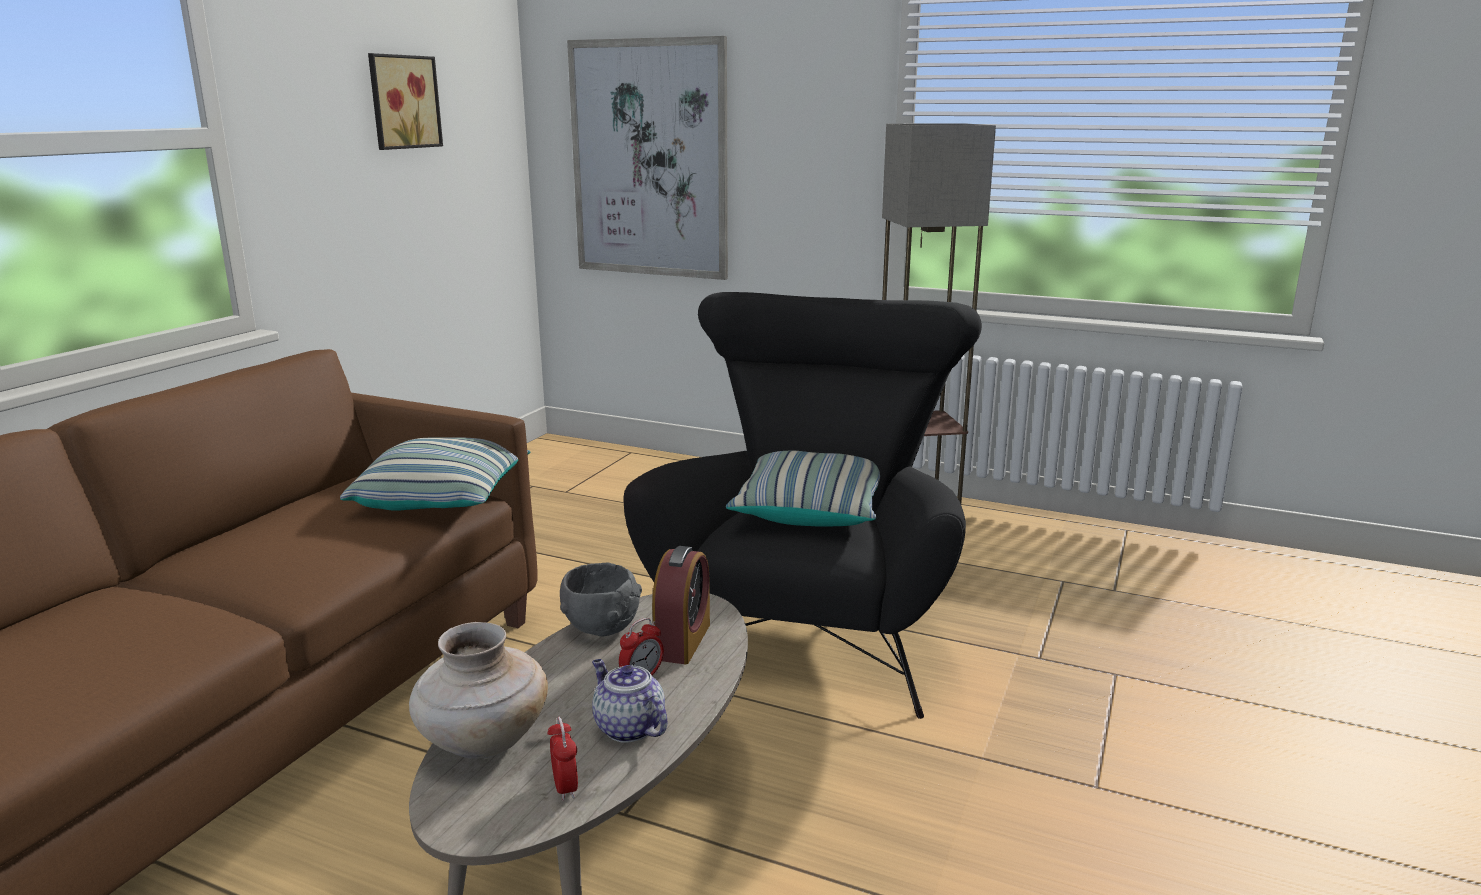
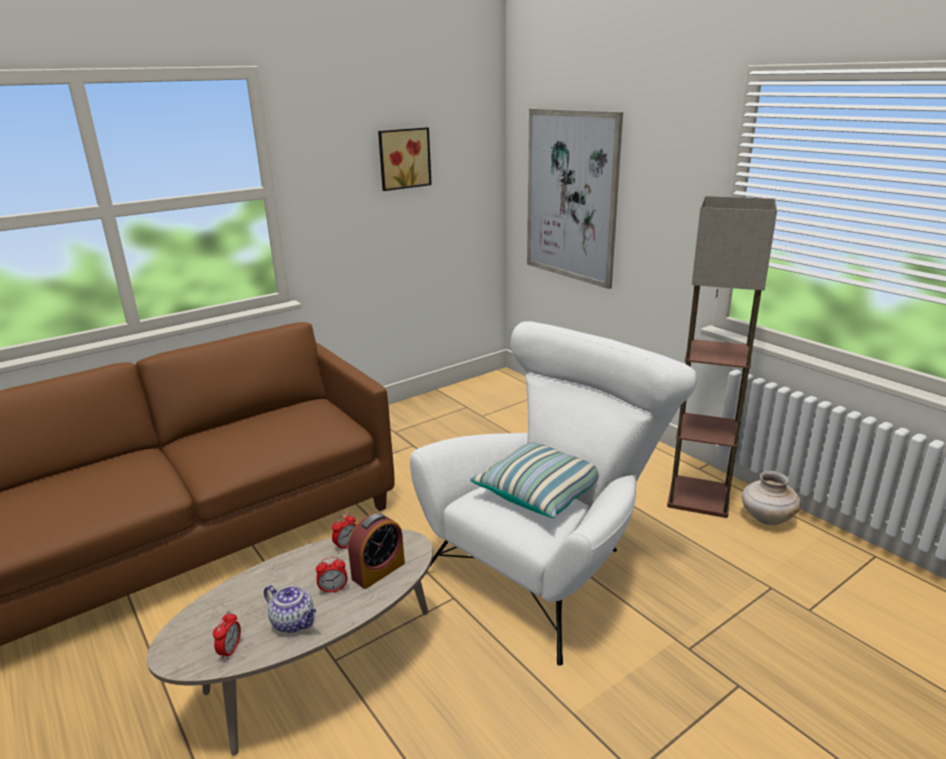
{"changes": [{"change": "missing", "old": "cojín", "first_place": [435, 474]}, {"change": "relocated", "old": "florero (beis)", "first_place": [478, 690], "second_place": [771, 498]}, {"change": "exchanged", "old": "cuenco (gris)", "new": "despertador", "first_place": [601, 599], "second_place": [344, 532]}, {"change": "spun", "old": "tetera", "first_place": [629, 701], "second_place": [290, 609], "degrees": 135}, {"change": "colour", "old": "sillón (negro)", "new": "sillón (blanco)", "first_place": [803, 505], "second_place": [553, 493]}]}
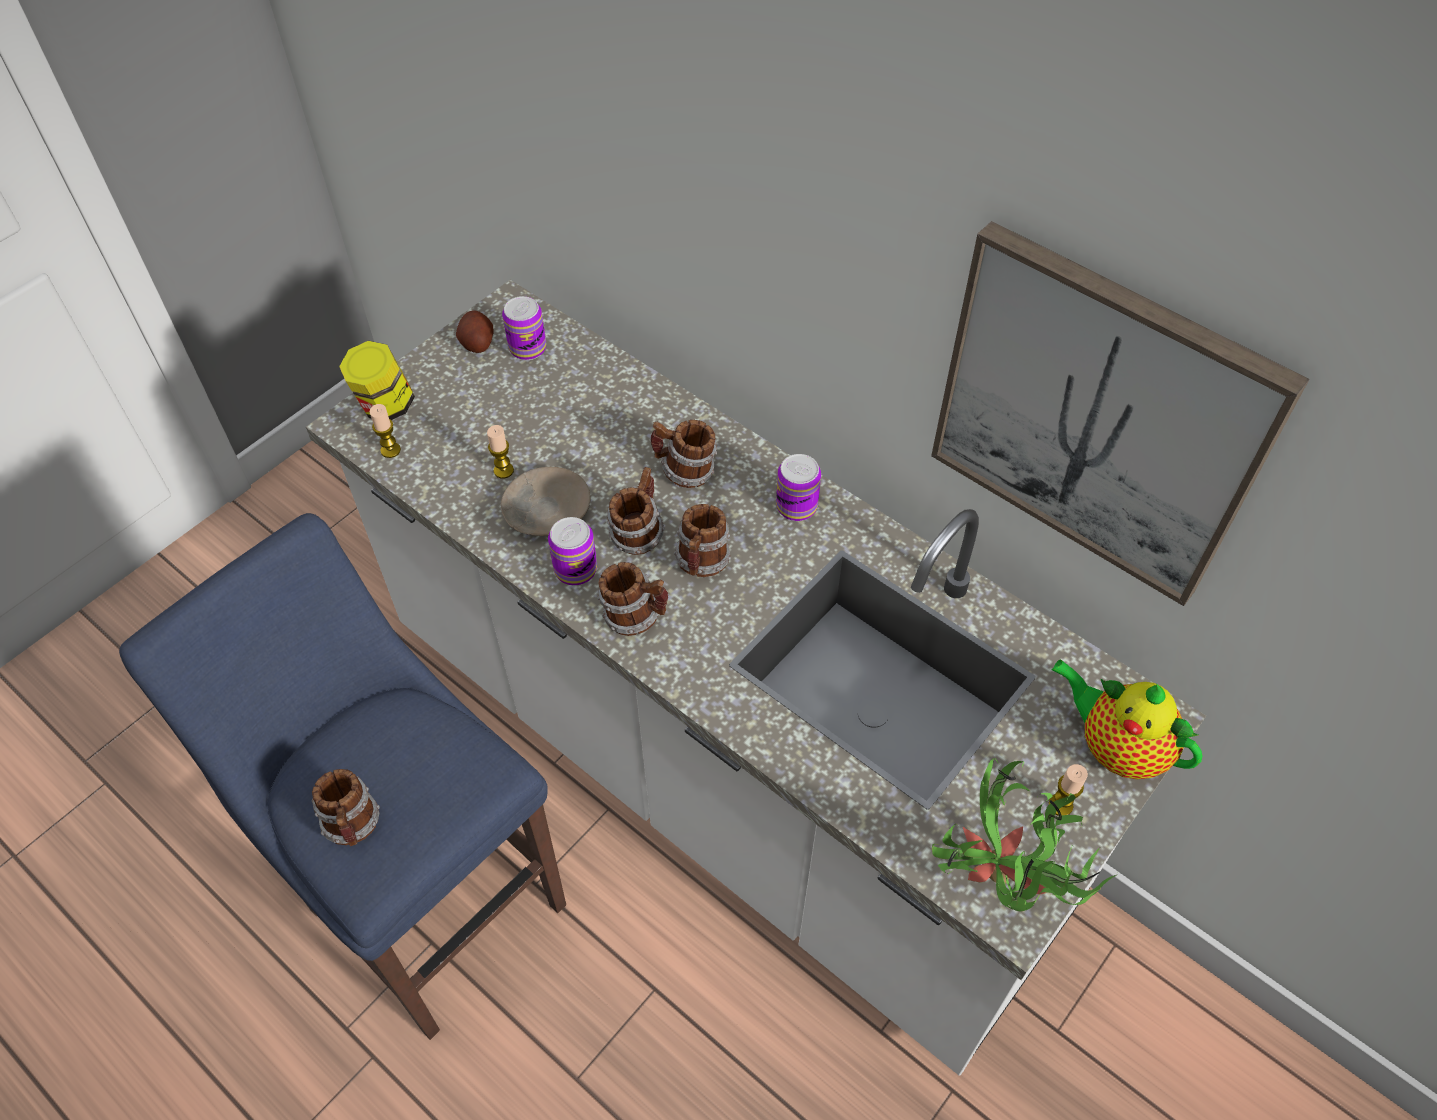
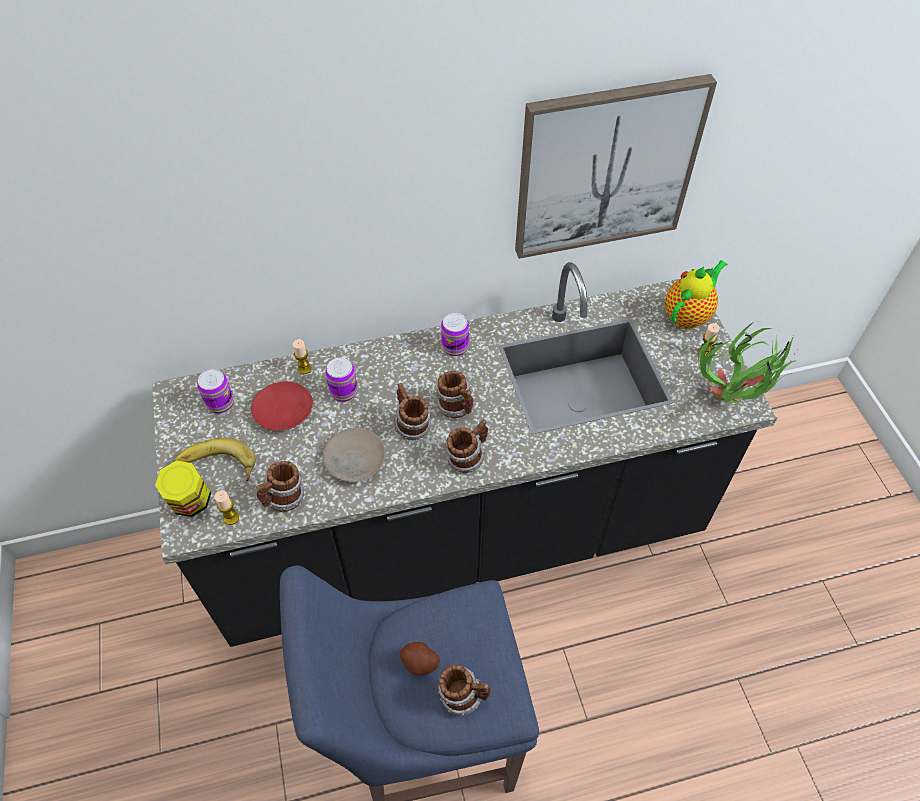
{"changes": [{"change": "colour", "old": "mueble bajo de cocina (blanco)", "new": "mueble bajo de cocina (negro)", "first_place": [756, 678], "second_place": [464, 454]}, {"change": "relocated", "old": "patata", "first_place": [475, 332], "second_place": [420, 658]}, {"change": "relocated", "old": "vela", "first_place": [500, 452], "second_place": [302, 356]}, {"change": "relocated", "old": "lata", "first_place": [572, 551], "second_place": [341, 380]}, {"change": "relocated", "old": "taza grande", "first_place": [684, 454], "second_place": [280, 486]}, {"change": "spun", "old": "tetera", "first_place": [1126, 719], "second_place": [696, 294], "degrees": 150}, {"change": "appeared", "new": "plátano", "second_place": [215, 459]}, {"change": "appeared", "new": "plato (rojo)", "second_place": [282, 406]}]}
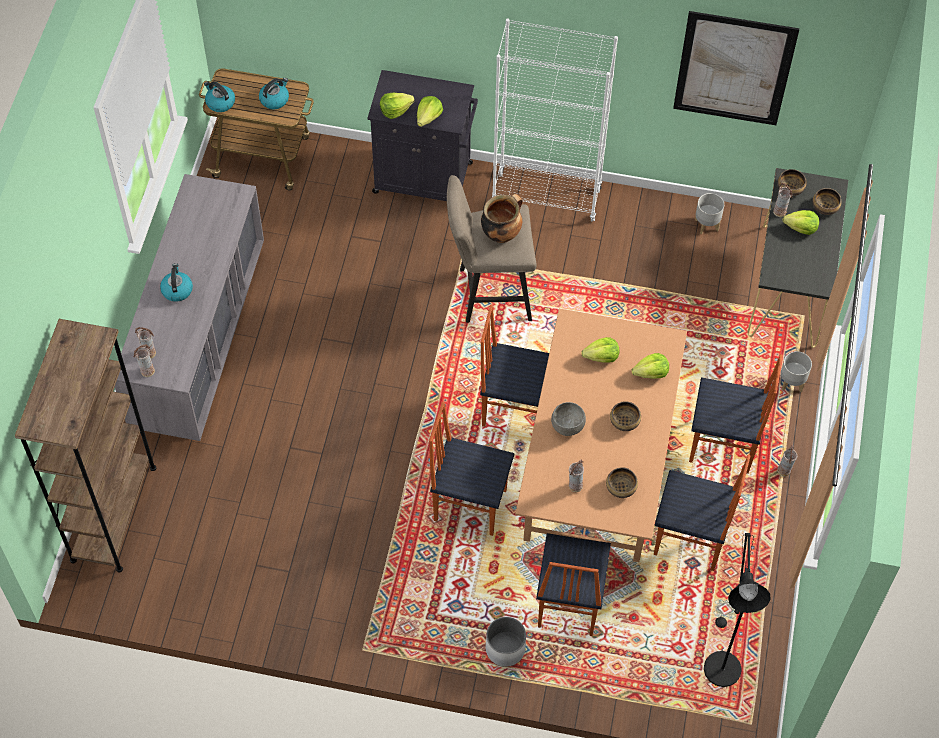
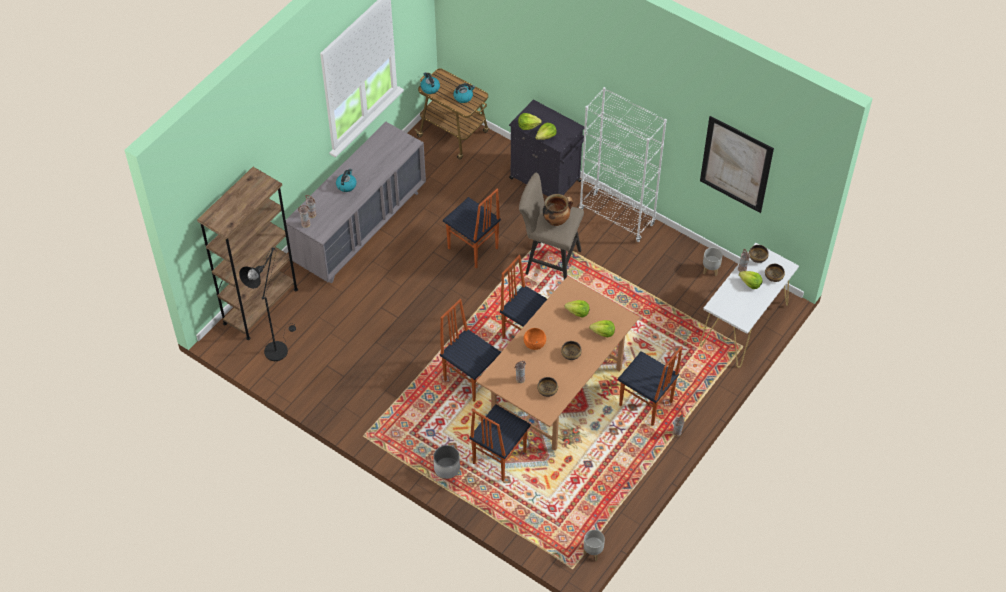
{"changes": [{"change": "colour", "old": "cuenco (gris)", "new": "cuenco (naranja)", "first_place": [568, 419], "second_place": [535, 339]}, {"change": "relocated", "old": "silla", "first_place": [702, 513], "second_place": [472, 228]}, {"change": "relocated", "old": "lámpara de pie (negro)", "first_place": [737, 610], "second_place": [267, 304]}, {"change": "colour", "old": "mesa consola (negro)", "new": "mesa consola (blanco)", "first_place": [797, 258], "second_place": [749, 305]}, {"change": "relocated", "old": "maceta (gris)", "first_place": [796, 371], "second_place": [594, 545]}]}
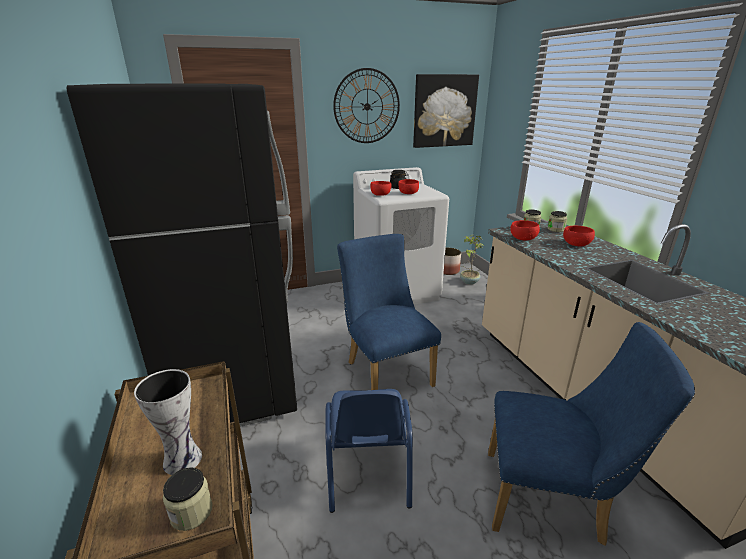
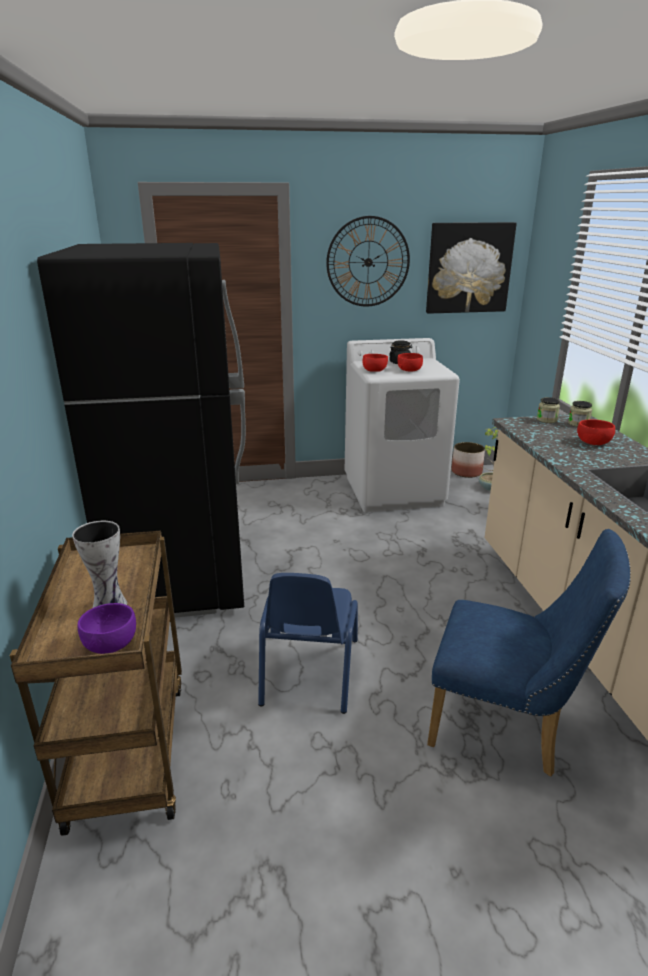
{"changes": [{"change": "exchanged", "old": "tarro", "new": "cuenco (morado)", "first_place": [187, 499], "second_place": [106, 628]}, {"change": "missing", "old": "silla (azul)", "first_place": [389, 312]}, {"change": "missing", "old": "cuenco (rojo)", "first_place": [525, 230]}]}
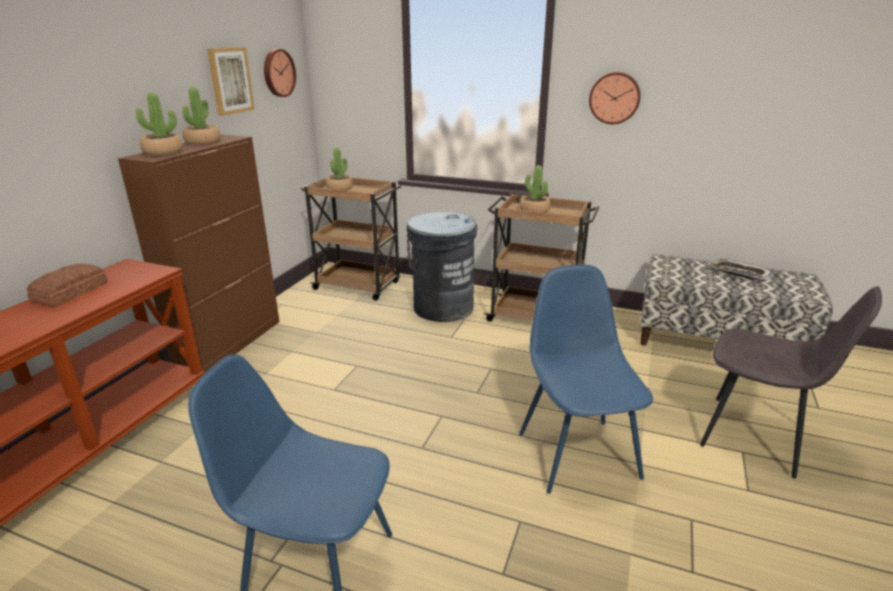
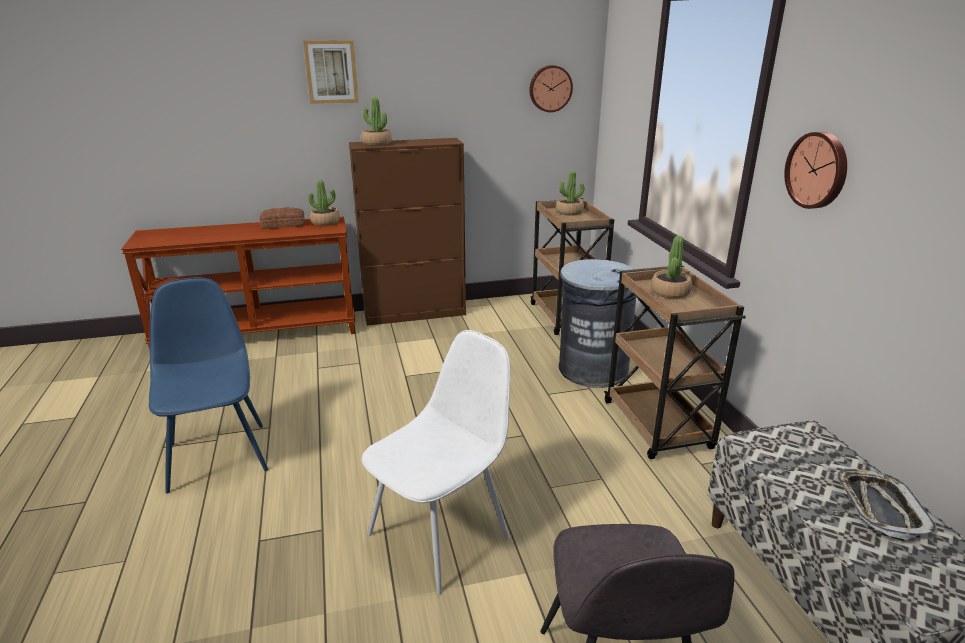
{"changes": [{"change": "relocated", "old": "planta en maceta", "first_place": [202, 116], "second_place": [324, 202]}, {"change": "relocated", "old": "cuadro", "first_place": [231, 81], "second_place": [330, 72]}, {"change": "colour", "old": "silla (azul)", "new": "silla (blanco)", "first_place": [586, 379], "second_place": [436, 462]}]}
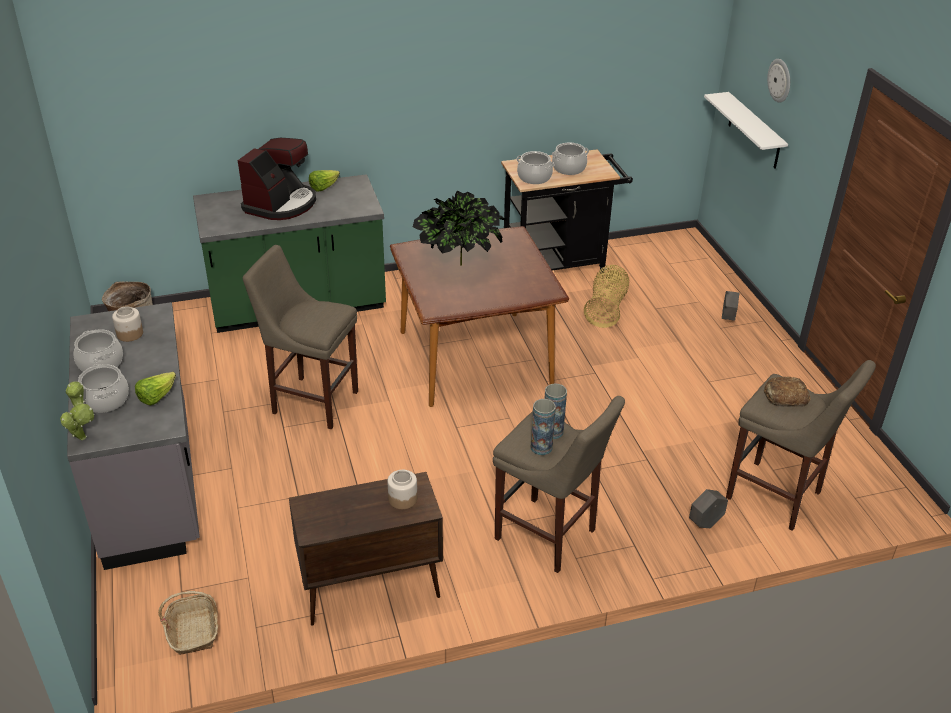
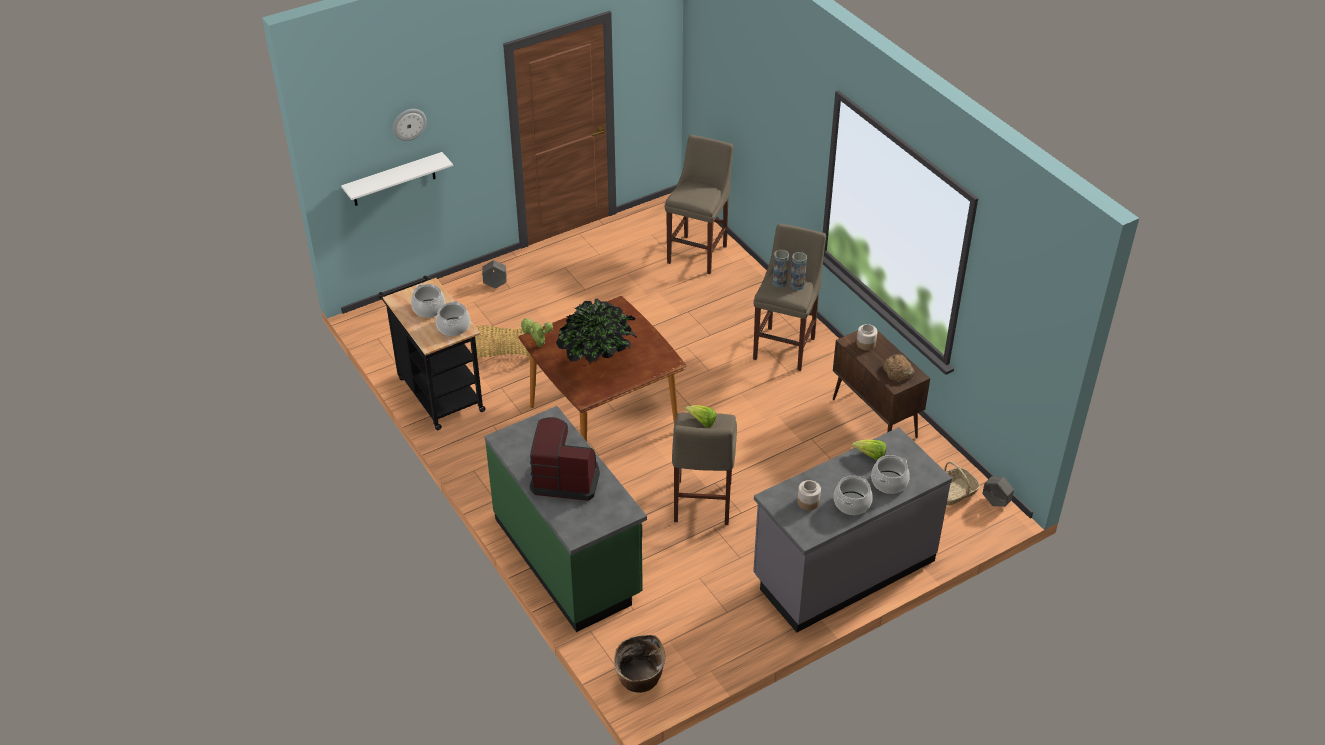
{"changes": [{"change": "relocated", "old": "planta en maceta", "first_place": [77, 410], "second_place": [536, 332]}, {"change": "relocated", "old": "lechuga", "first_place": [324, 180], "second_place": [700, 416]}, {"change": "relocated", "old": "maceta (gris)", "first_place": [708, 508], "second_place": [998, 491]}, {"change": "relocated", "old": "pan", "first_place": [787, 392], "second_place": [899, 368]}]}
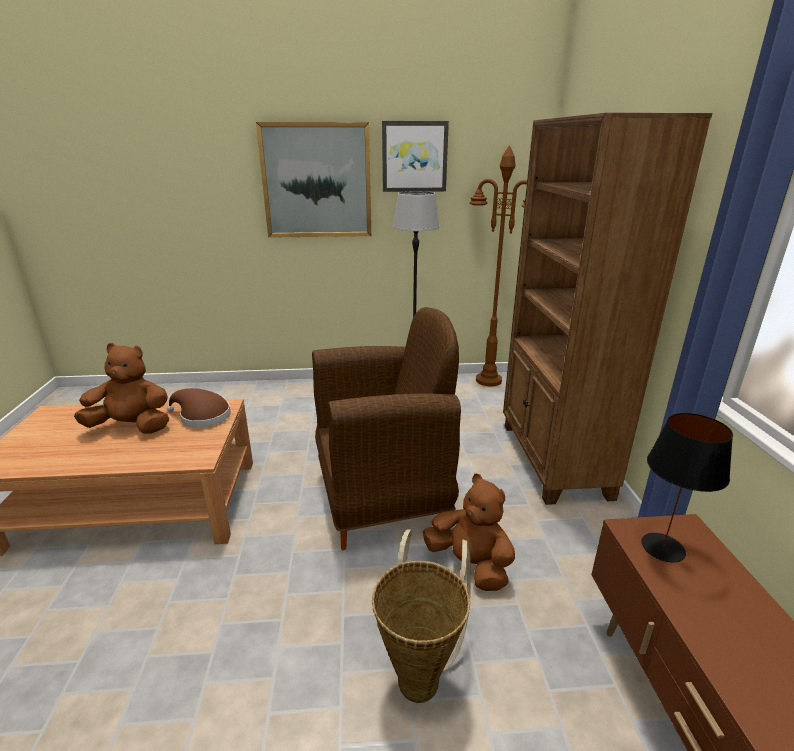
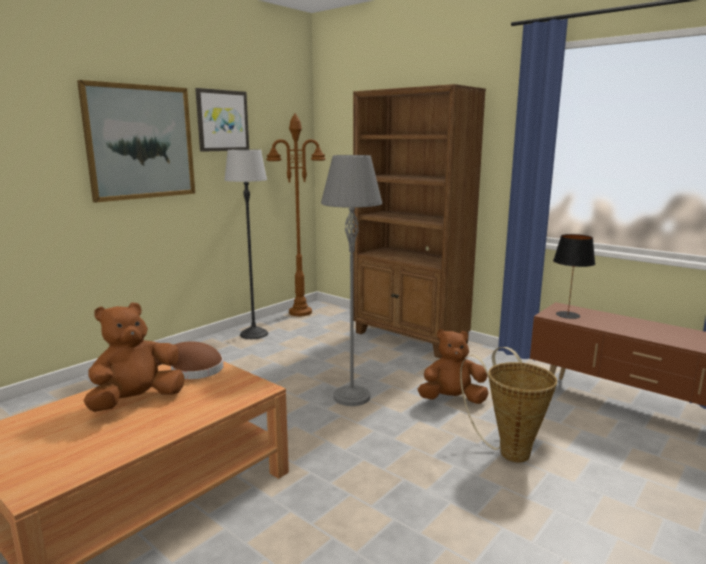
{"changes": [{"change": "exchanged", "old": "sillón (marrón)", "new": "lámpara de pie (gris)", "first_place": [386, 429], "second_place": [351, 280]}]}
